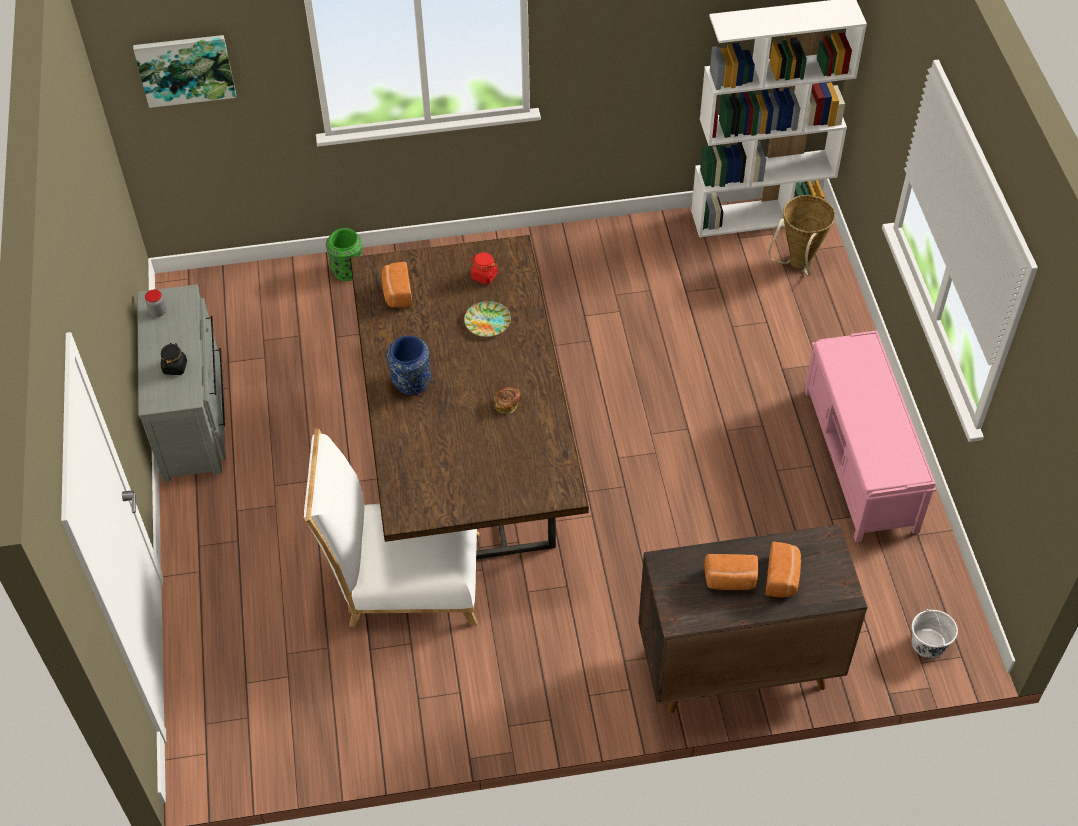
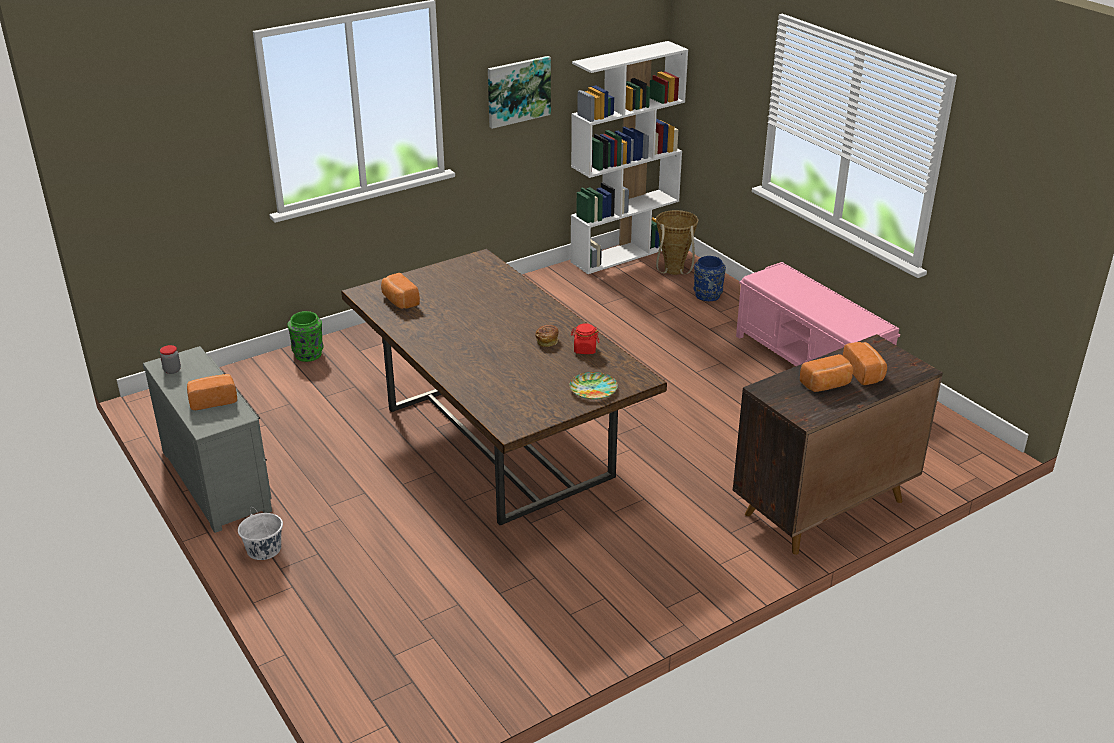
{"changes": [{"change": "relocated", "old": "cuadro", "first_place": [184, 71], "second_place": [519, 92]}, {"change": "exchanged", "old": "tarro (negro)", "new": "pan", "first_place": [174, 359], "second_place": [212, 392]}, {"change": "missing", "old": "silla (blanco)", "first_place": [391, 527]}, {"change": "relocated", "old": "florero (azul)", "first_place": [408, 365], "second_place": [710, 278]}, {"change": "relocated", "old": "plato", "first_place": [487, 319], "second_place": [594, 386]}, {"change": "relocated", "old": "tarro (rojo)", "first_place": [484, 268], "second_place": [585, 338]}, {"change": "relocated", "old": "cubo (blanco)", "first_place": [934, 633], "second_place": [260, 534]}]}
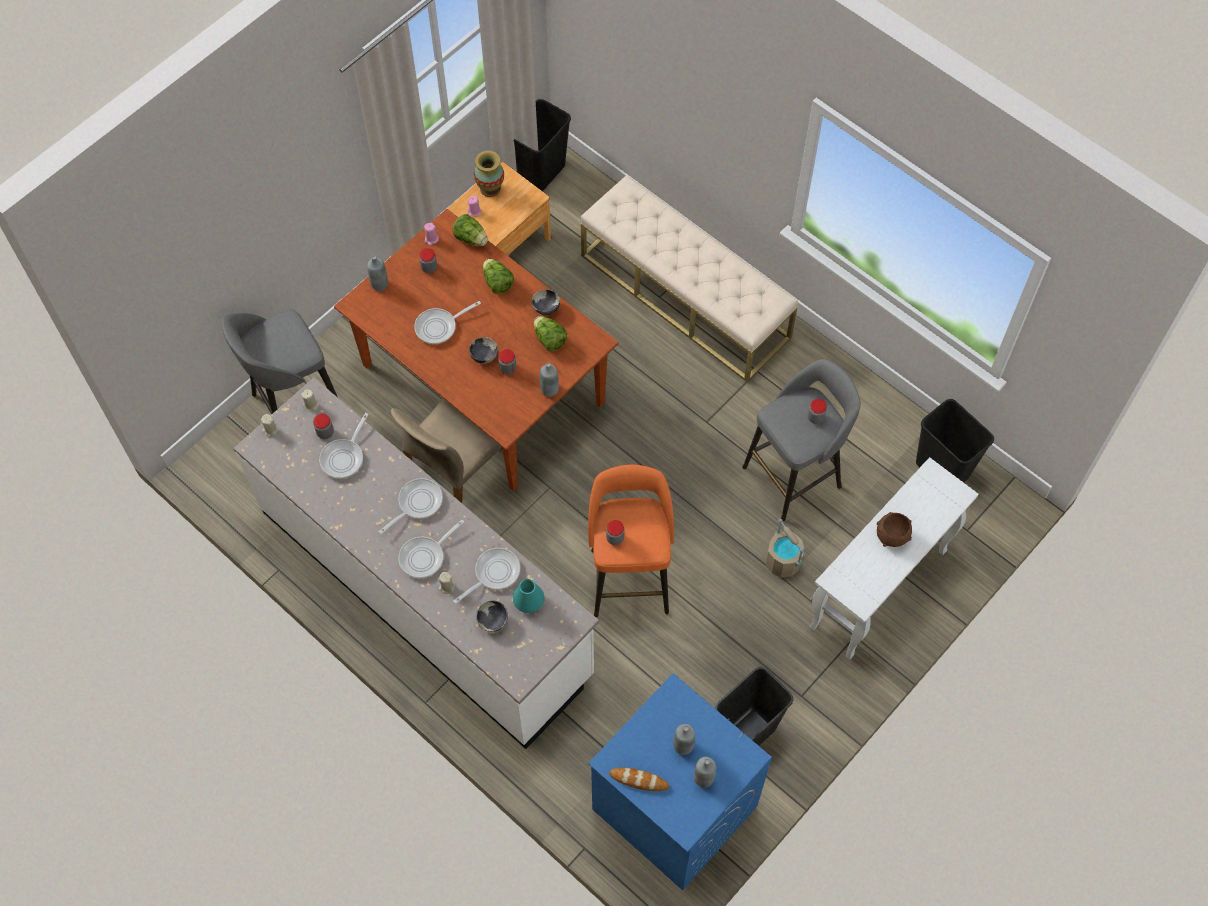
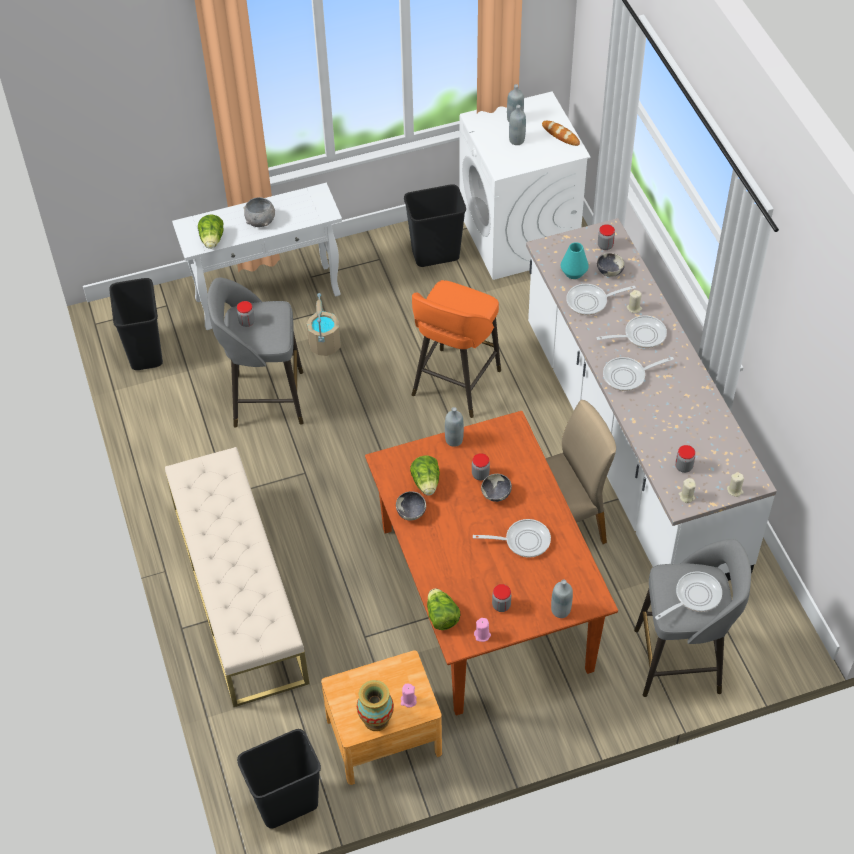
{"changes": [{"change": "relocated", "old": "sartén", "first_place": [344, 446], "second_place": [688, 596]}, {"change": "relocated", "old": "lechuga", "first_place": [498, 276], "second_place": [211, 231]}, {"change": "colour", "old": "lavadora (azul)", "new": "lavadora (blanco)", "first_place": [680, 782], "second_place": [525, 186]}, {"change": "relocated", "old": "tarro", "first_place": [615, 532], "second_place": [606, 237]}, {"change": "colour", "old": "cuenco (marrón)", "new": "cuenco (gris)", "first_place": [894, 529], "second_place": [259, 212]}]}
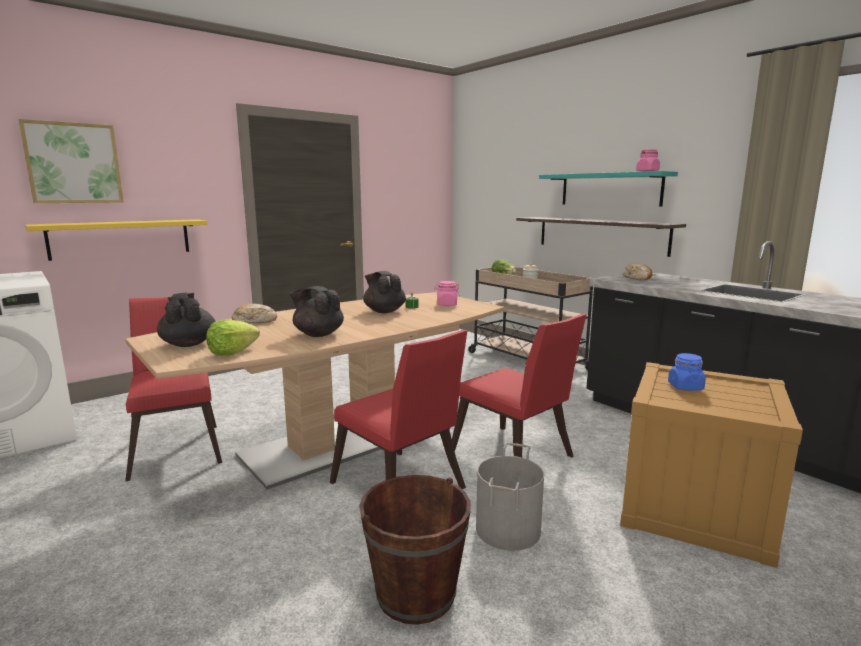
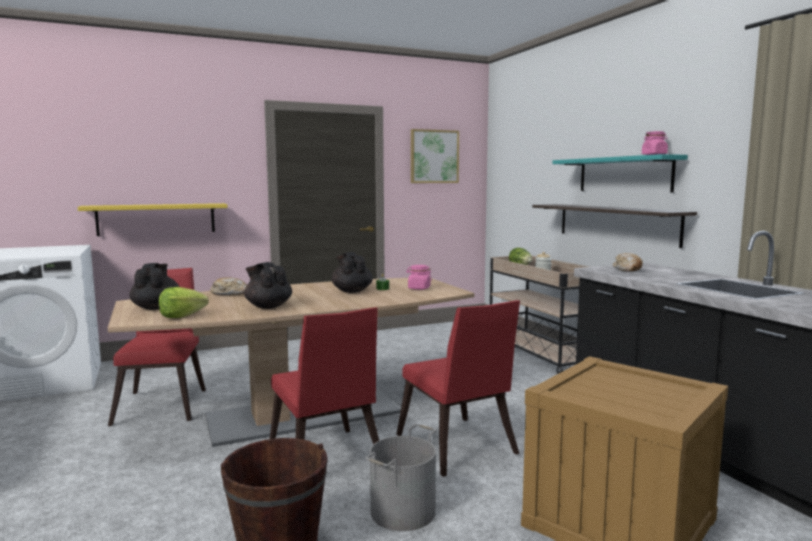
{"changes": [{"change": "relocated", "old": "cuadro", "first_place": [71, 161], "second_place": [435, 156]}, {"change": "missing", "old": "tarro (azul)", "first_place": [687, 372]}]}
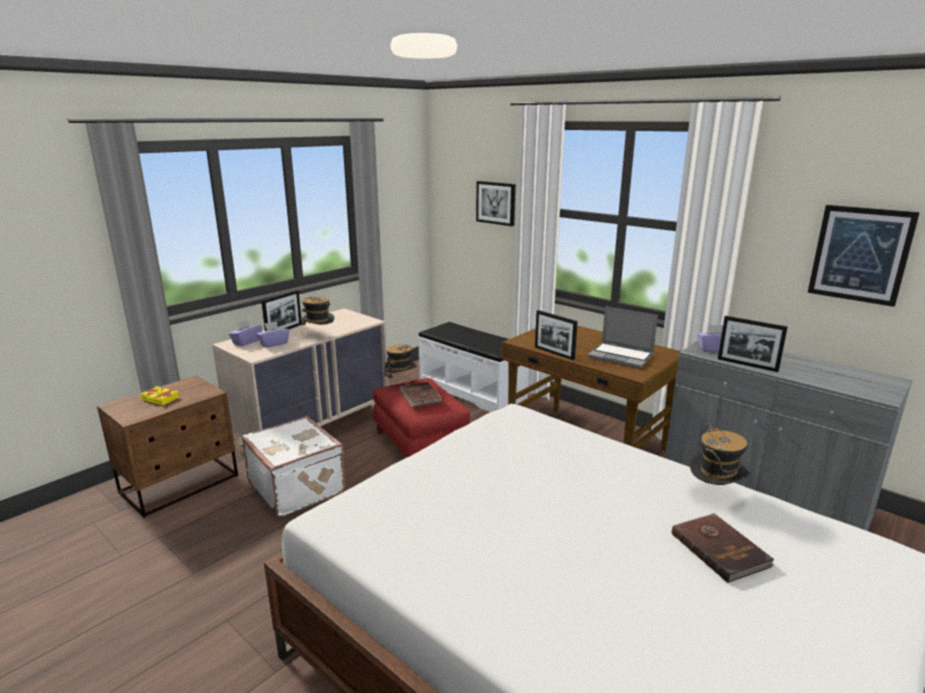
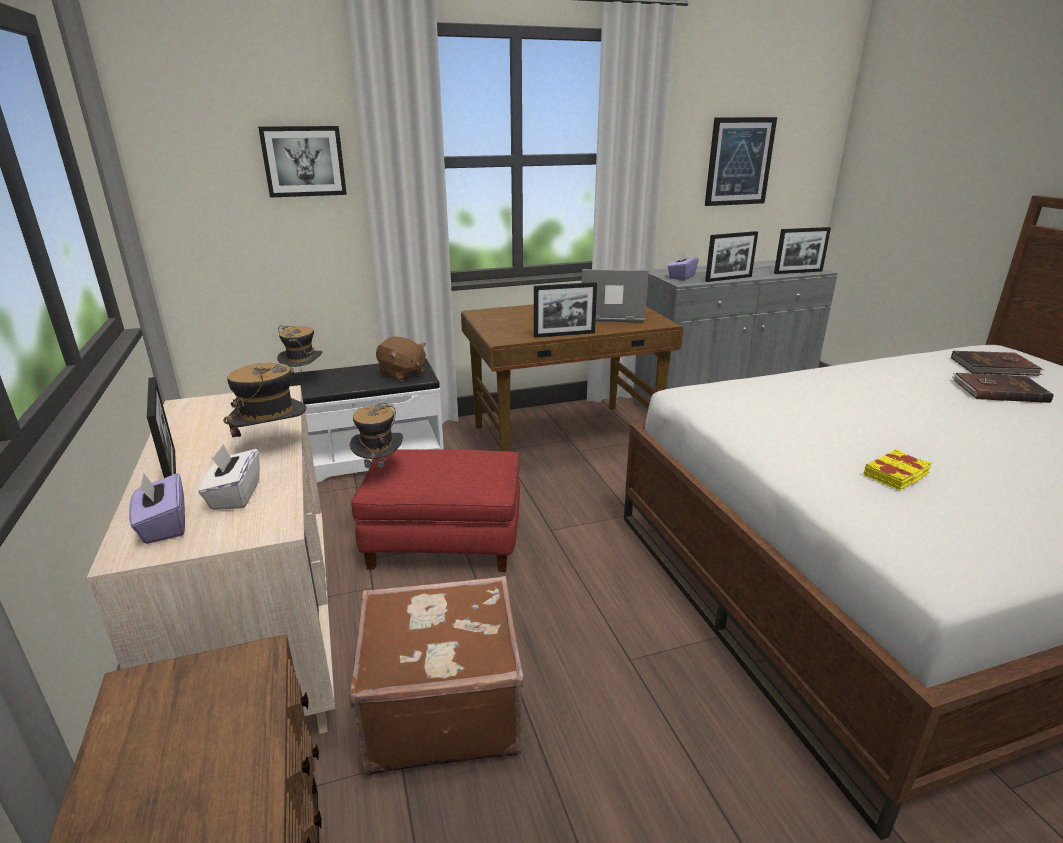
{"changes": [{"change": "relocated", "old": "libro (amarillo)", "first_place": [160, 395], "second_place": [897, 470]}, {"change": "colour", "old": "maleta (blanco)", "new": "maleta (marrón)", "first_place": [293, 466], "second_place": [436, 675]}, {"change": "colour", "old": "caja de pañuelos (morado)", "new": "caja de pañuelos (blanco)", "first_place": [272, 334], "second_place": [229, 477]}, {"change": "relocated", "old": "libro (marrón)", "first_place": [421, 394], "second_place": [997, 363]}, {"change": "spun", "old": "portátil", "first_place": [623, 337], "second_place": [615, 295], "degrees": -150}, {"change": "relocated", "old": "sombrero", "first_place": [719, 455], "second_place": [299, 348]}, {"change": "appeared", "new": "peluche (marrón)", "second_place": [401, 359]}, {"change": "appeared", "new": "portarretratos", "second_place": [802, 250]}]}
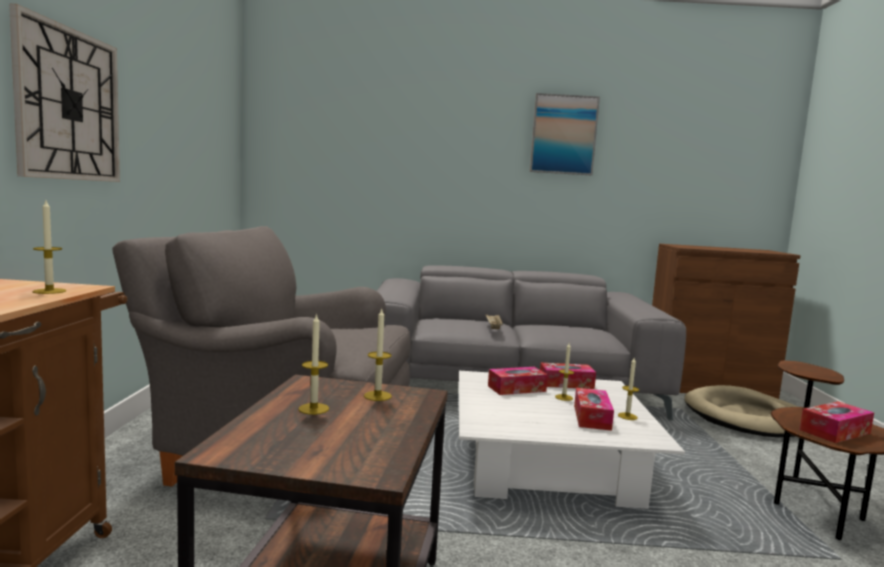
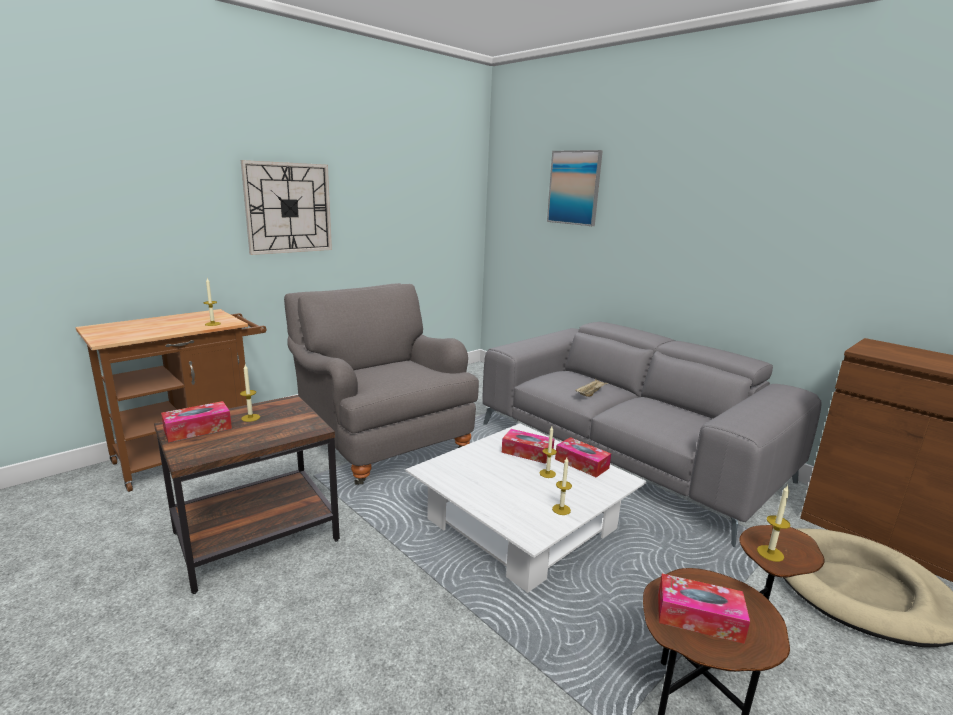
{"changes": [{"change": "relocated", "old": "vela", "first_place": [378, 355], "second_place": [774, 523]}, {"change": "relocated", "old": "cuadro", "first_place": [565, 134], "second_place": [575, 188]}, {"change": "relocated", "old": "caja de pañuelos", "first_place": [594, 409], "second_place": [196, 422]}]}
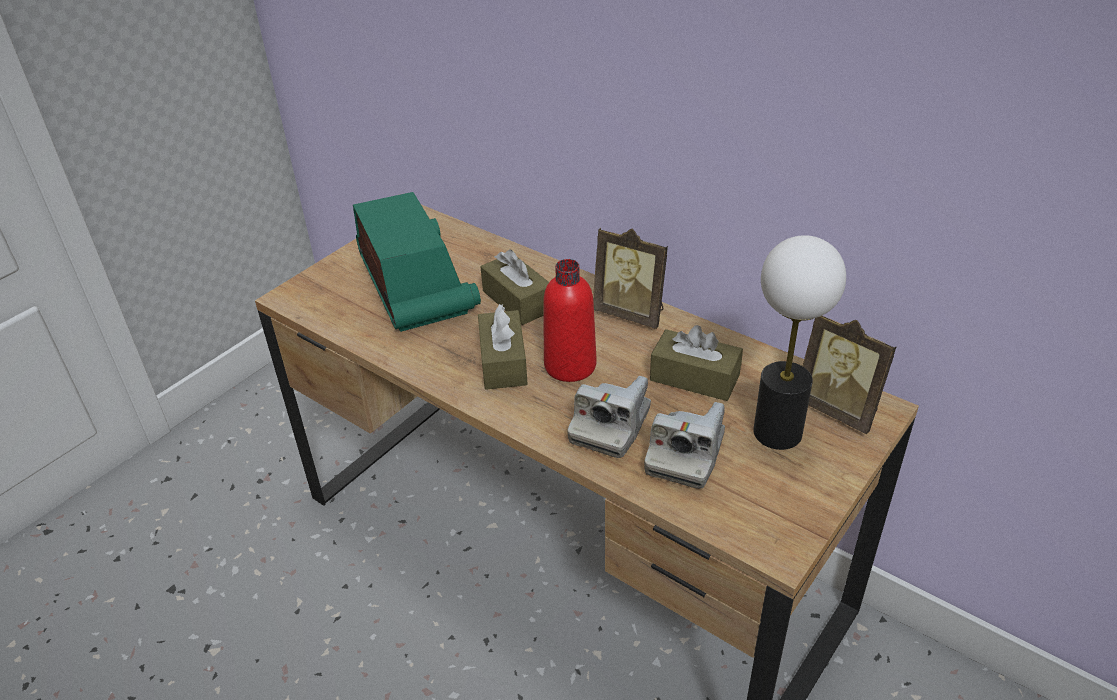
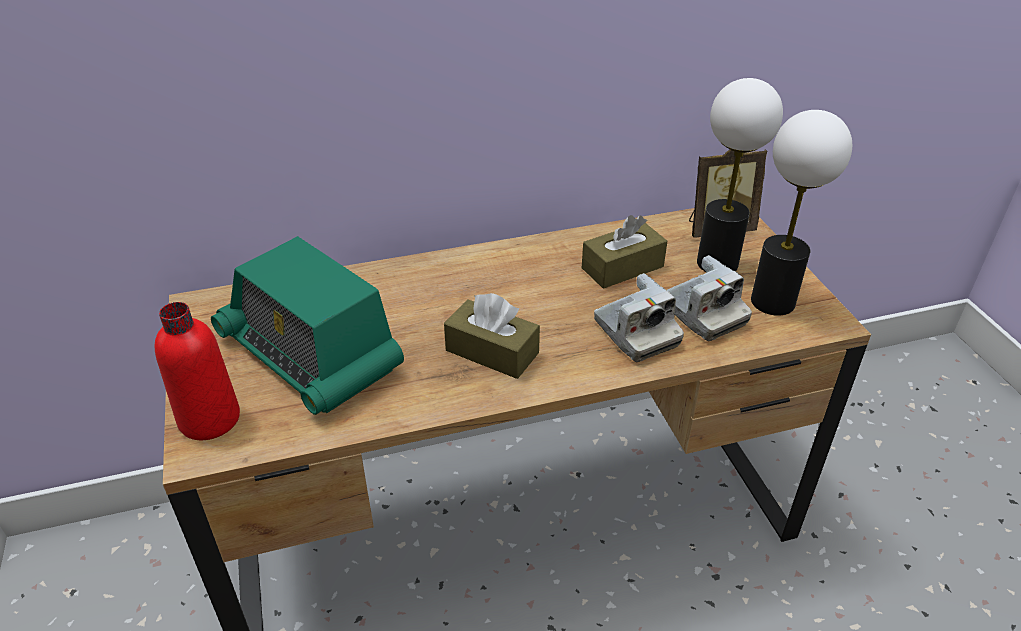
{"changes": [{"change": "spun", "old": "radio", "first_place": [417, 262], "second_place": [307, 325], "degrees": -150}, {"change": "missing", "old": "caja de pañuelos (marrón)", "first_place": [515, 287]}, {"change": "relocated", "old": "botella (rojo)", "first_place": [569, 320], "second_place": [197, 371]}, {"change": "missing", "old": "portarretratos", "first_place": [630, 278]}, {"change": "appeared", "new": "lámpara de mesa", "second_place": [801, 213]}]}
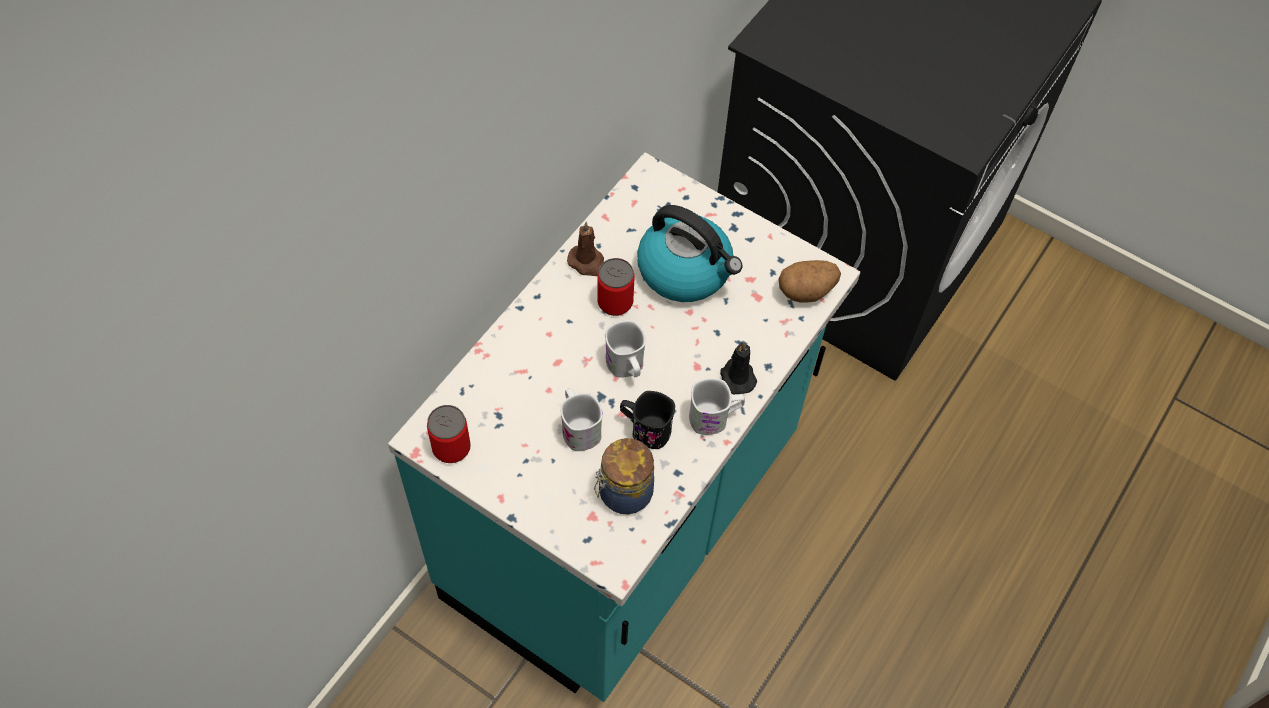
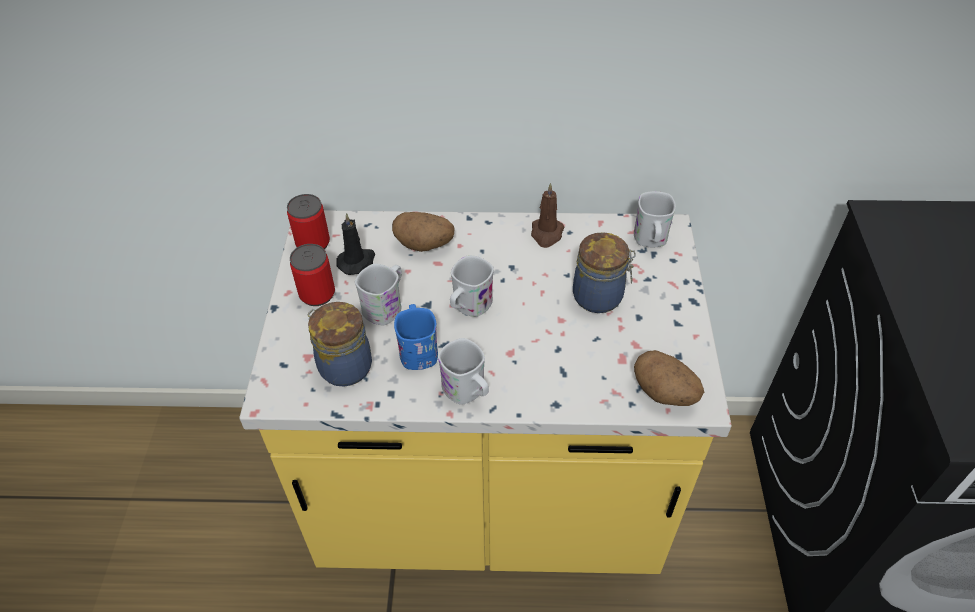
{"changes": [{"change": "colour", "old": "mueble bajo de cocina (turquesa)", "new": "mueble bajo de cocina (amarillo)", "first_place": [624, 427], "second_place": [485, 392]}, {"change": "relocated", "old": "lata", "first_place": [615, 287], "second_place": [312, 275]}, {"change": "colour", "old": "taza grande (negro)", "new": "taza grande (azul)", "first_place": [647, 420], "second_place": [416, 337]}, {"change": "exchanged", "old": "hervidor", "new": "tarro", "first_place": [689, 253], "second_place": [604, 272]}, {"change": "relocated", "old": "vela (negro)", "first_place": [738, 368], "second_place": [355, 244]}, {"change": "appeared", "new": "patata", "second_place": [423, 232]}, {"change": "appeared", "new": "taza grande (blanco)", "second_place": [655, 219]}]}
